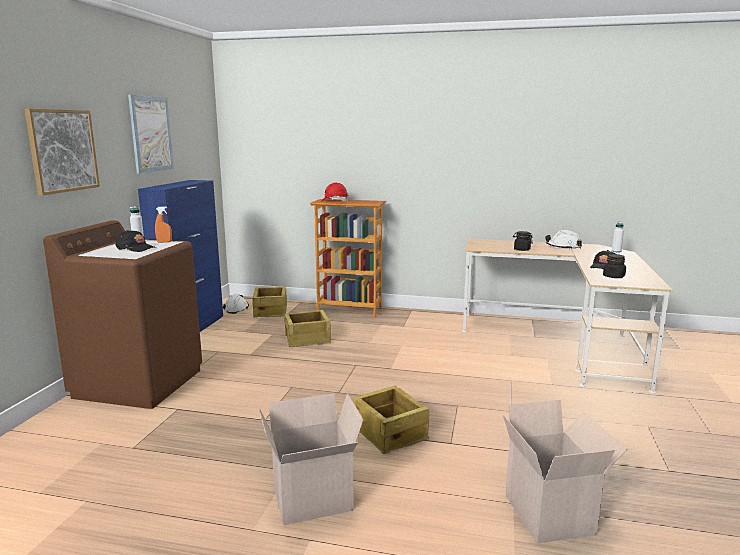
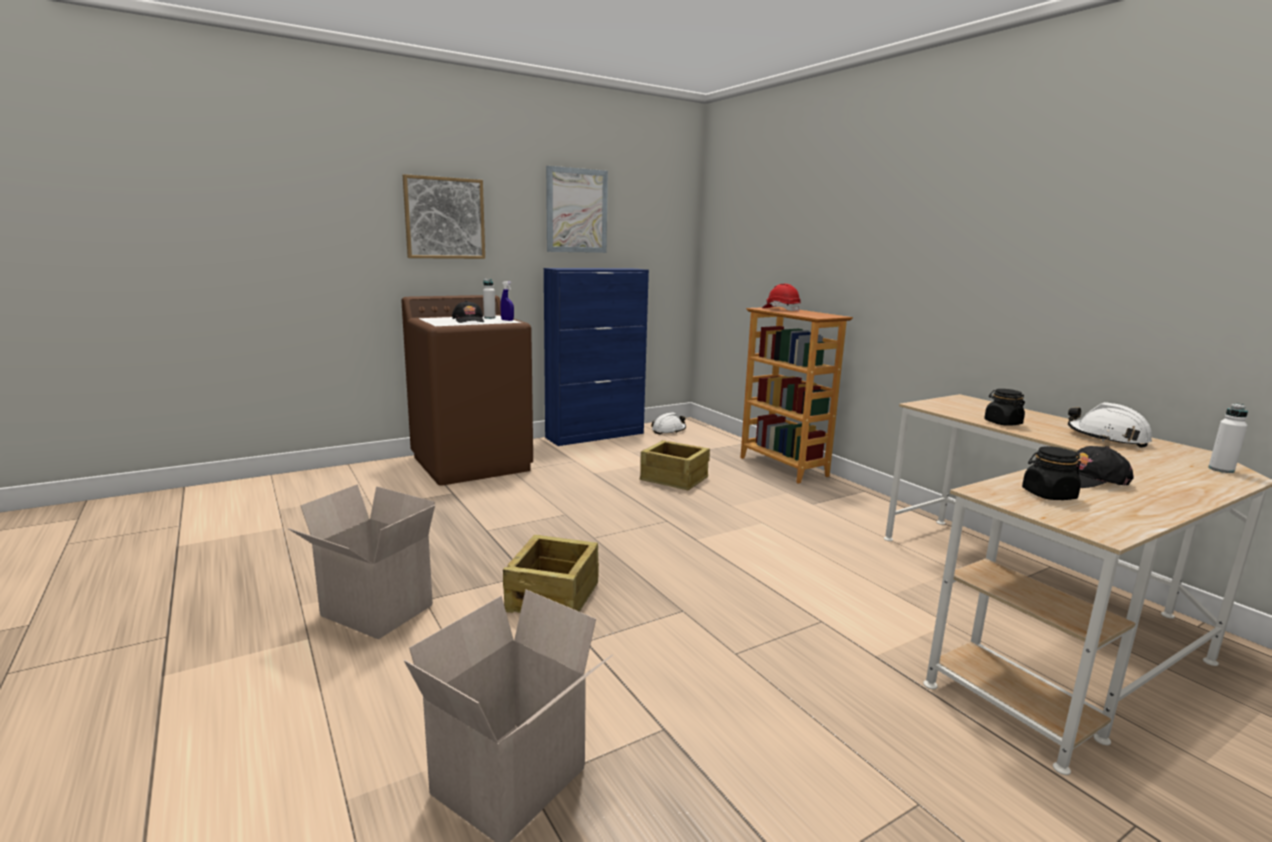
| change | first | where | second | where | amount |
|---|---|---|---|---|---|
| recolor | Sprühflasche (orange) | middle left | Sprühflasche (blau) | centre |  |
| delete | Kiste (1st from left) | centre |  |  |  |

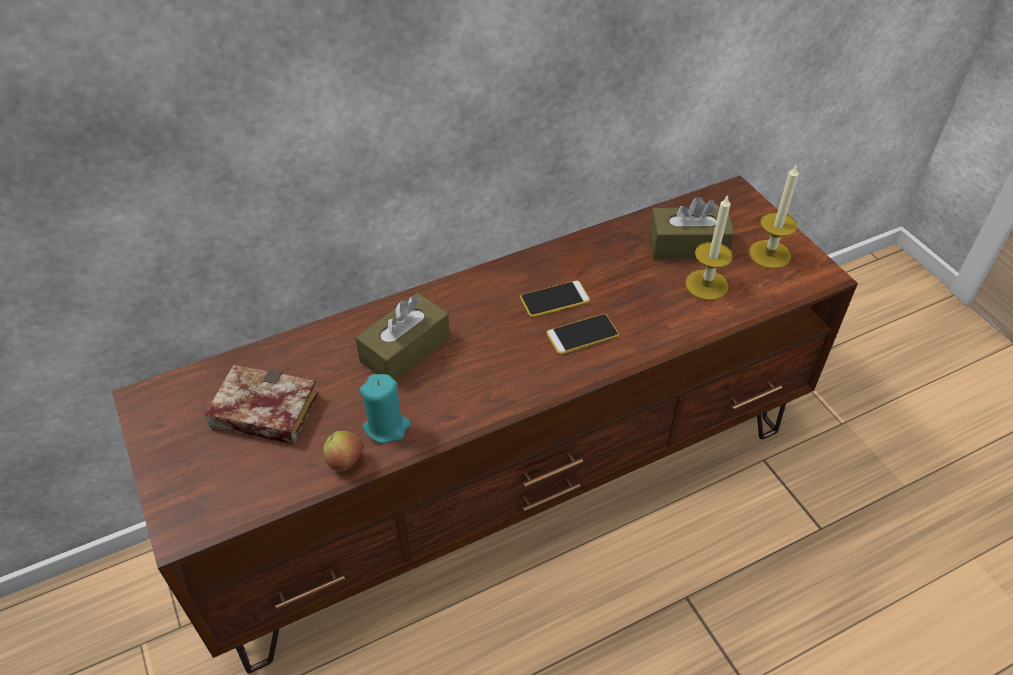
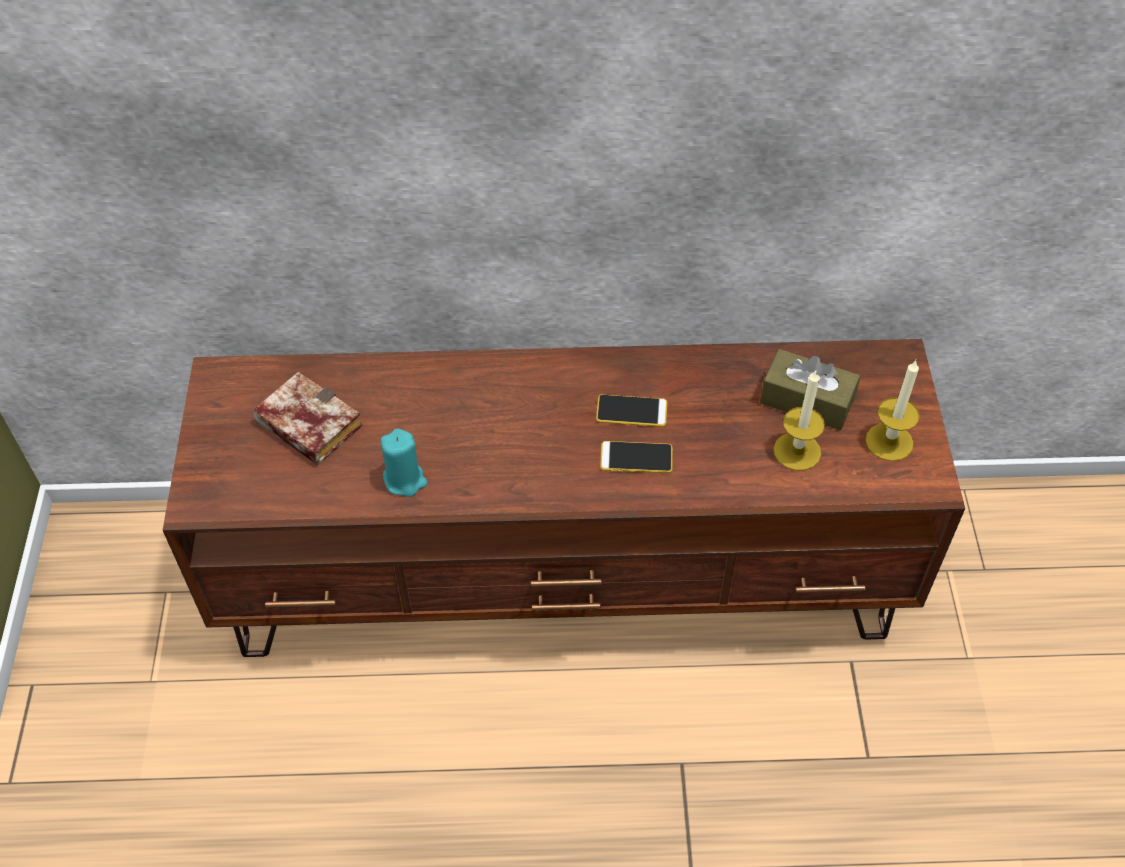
| change | first | where | second | where | amount |
|---|---|---|---|---|---|
| delete | Taschentuchbox (braun) (1st from left) | centre |  |  |  |
| delete | Apfel | bottom centre |  |  |  |

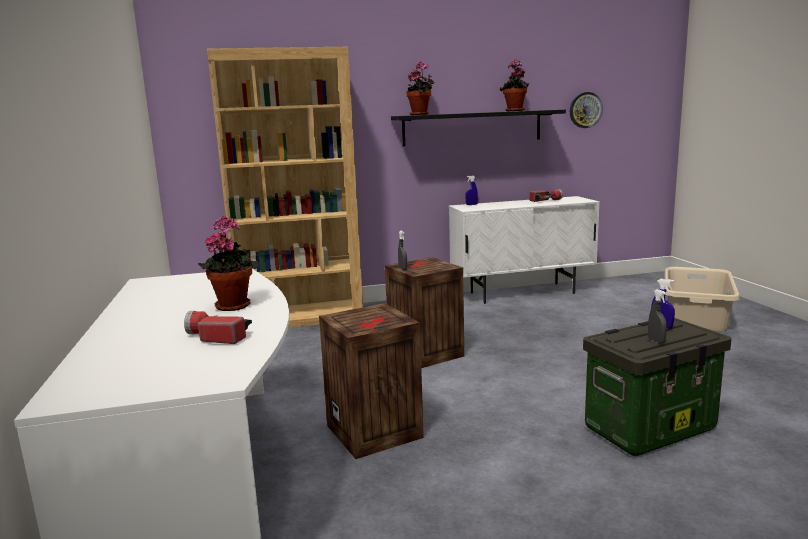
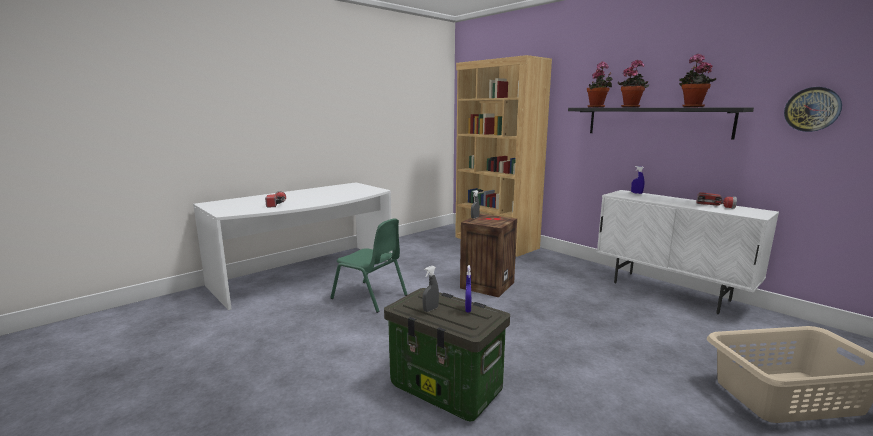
| change | first | where | second | where | amount |
|---|---|---|---|---|---|
| move | Topfpflanze (1st from left in the first image) | middle left | Topfpflanze (2nd from left) | top right |  |
| replace | Kiste (1st from left) | bottom centre | Stuhl (grün) | centre |  |

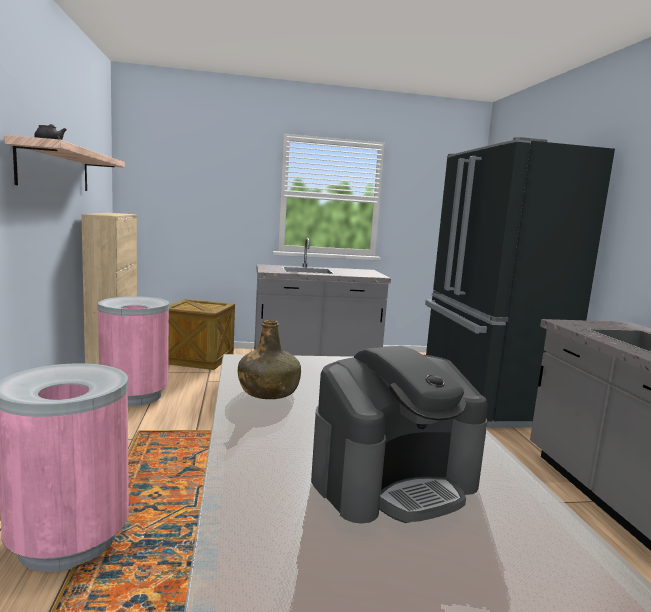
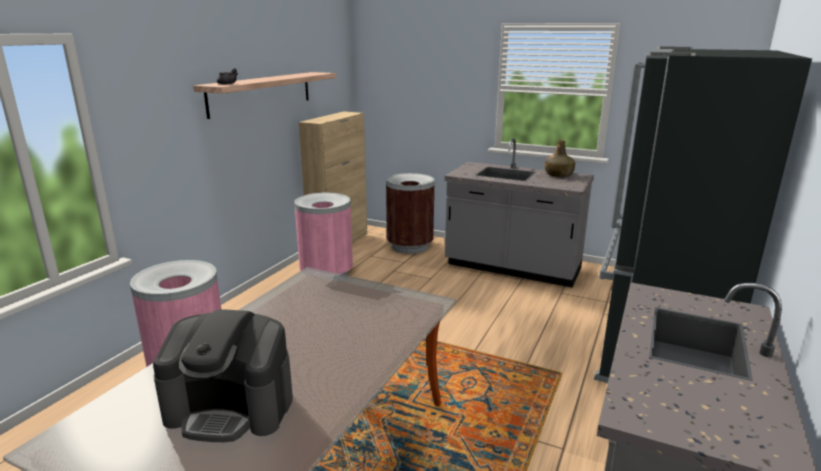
| change | first | where | second | where | amount |
|---|---|---|---|---|---|
| replace | Kiste | middle left | Mülleimer (braun) | centre |  |
| move | Flasche (grün) | centre |  | middle right |  |

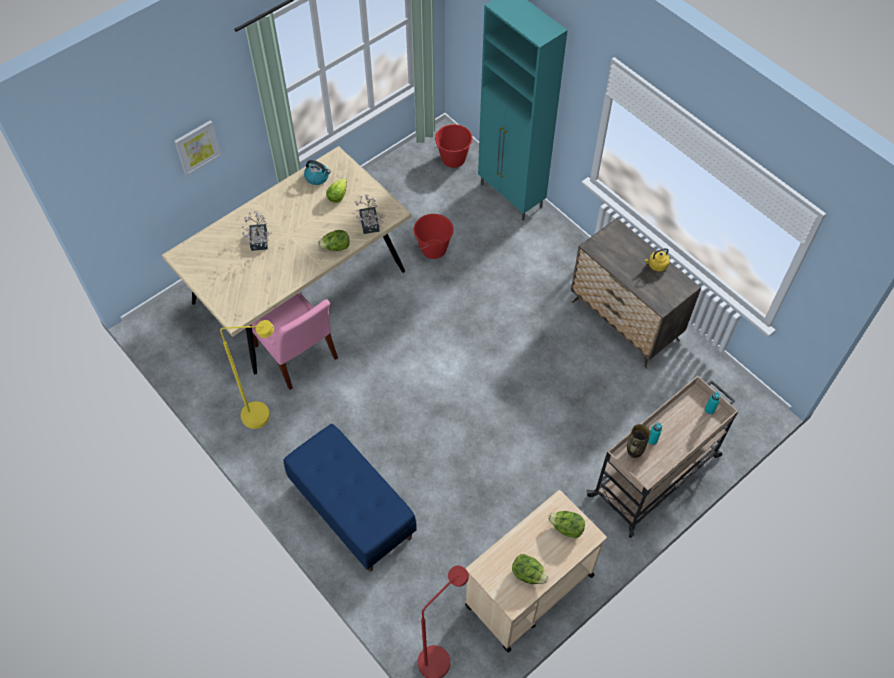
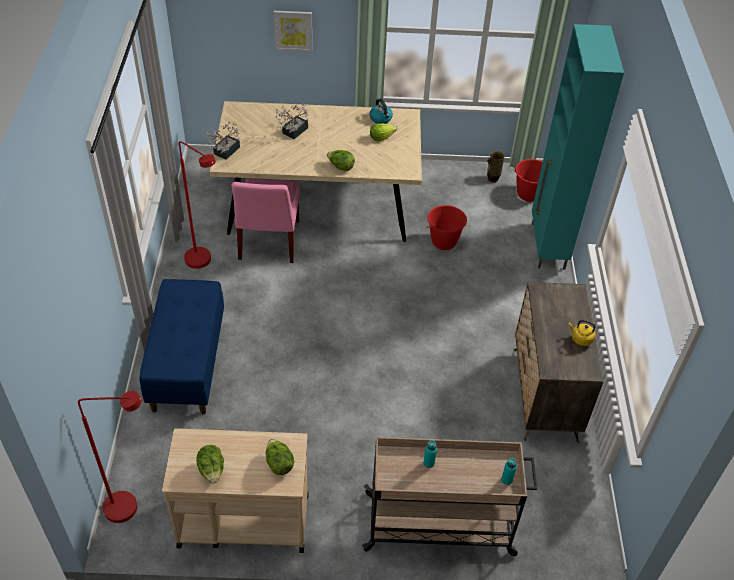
| change | first | where | second | where | amount |
|---|---|---|---|---|---|
| move | Topfpflanze (2nd from left in the first image) | top centre | Topfpflanze (1st from left) | top left |  |
| recolor | Stehlampe (gelb) | middle left | Stehlampe (rot) (2nd from left) | middle left |  |
| move | Vase | middle right |  | top right |  |

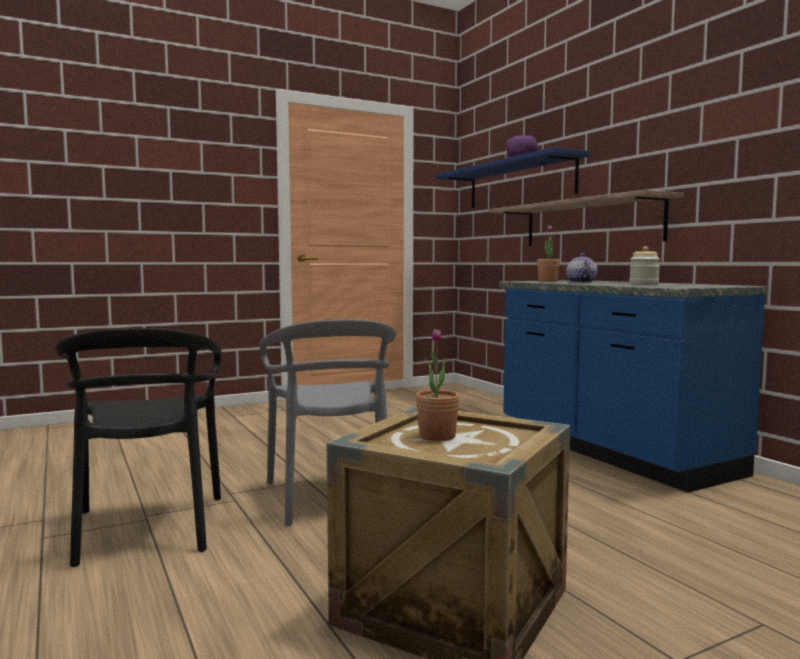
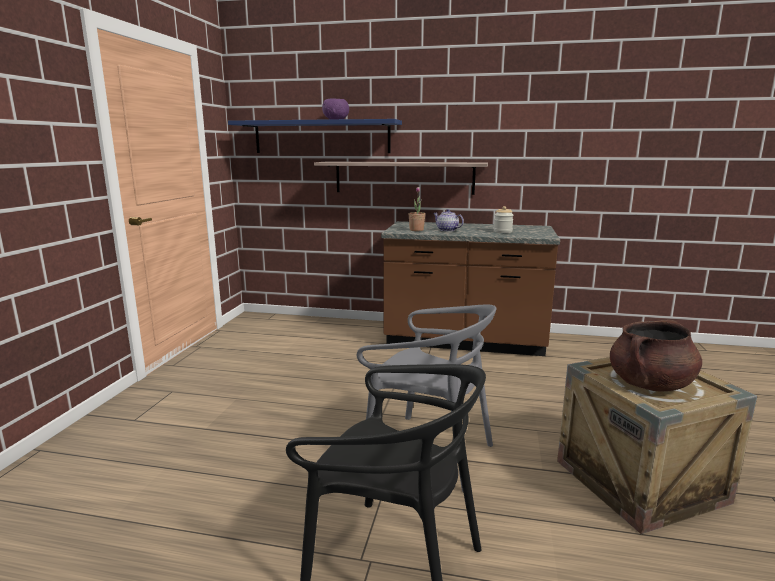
| change | first | where | second | where | amount |
|---|---|---|---|---|---|
| recolor | Küchenzeile (blau) | middle right | Küchenzeile (braun) | centre |  |
| replace | Topfpflanze (1st from left) | centre | Kochtopf (braun) | middle right |  |

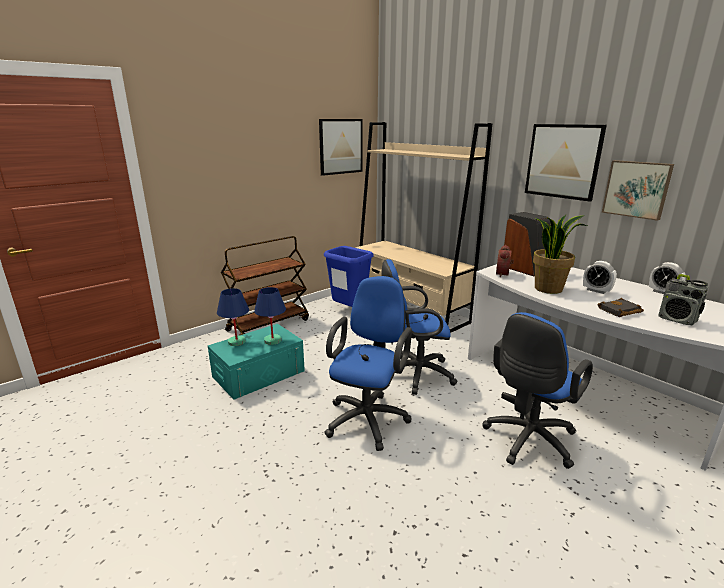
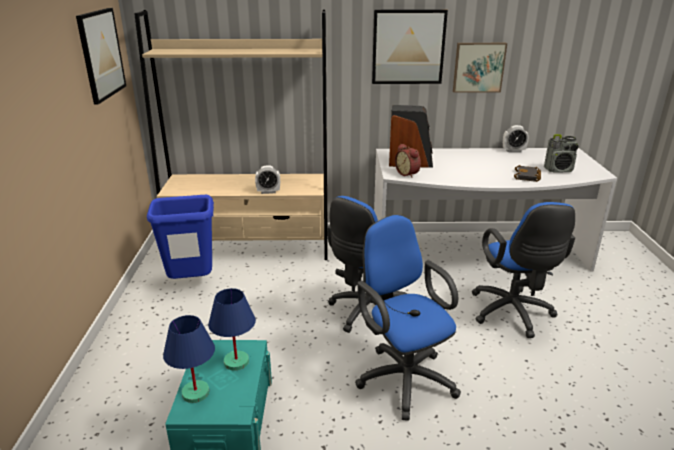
| change | first | where | second | where | amount |
|---|---|---|---|---|---|
| delete | Topfpflanze | middle right |  |  |  |
| delete | Rollwagen (braun) | centre |  |  |  |
| move | Wecker (2nd from left in the first image) | middle right | Wecker (1st from left) | centre |  |

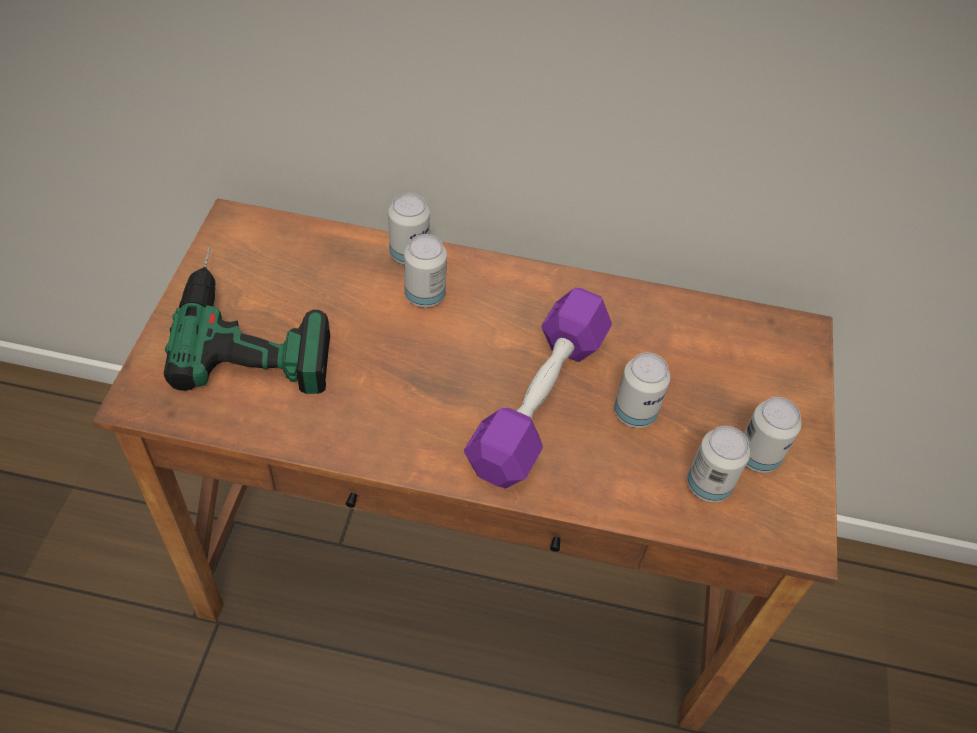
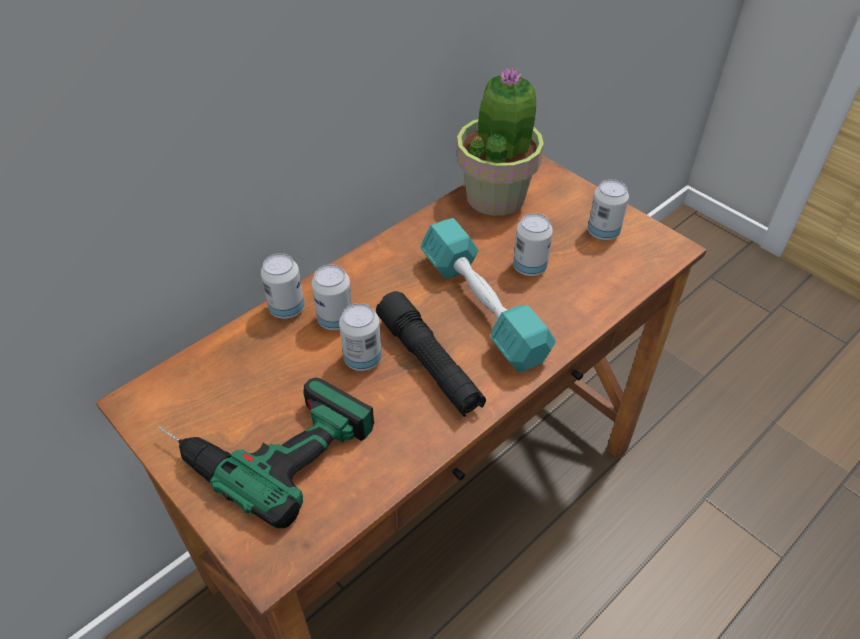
| change | first | where | second | where | amount |
|---|---|---|---|---|---|
| recolor | Hantel (lila) | centre | Hantel (türkis) | centre |  |
| move | Dose (4th from left in the first image) | middle right | Dose (3rd from left) | centre |  |
| insert |  |  | Topfpflanze | top centre |  |
| insert |  |  | Taschenlampe (schwarz) | centre |  |

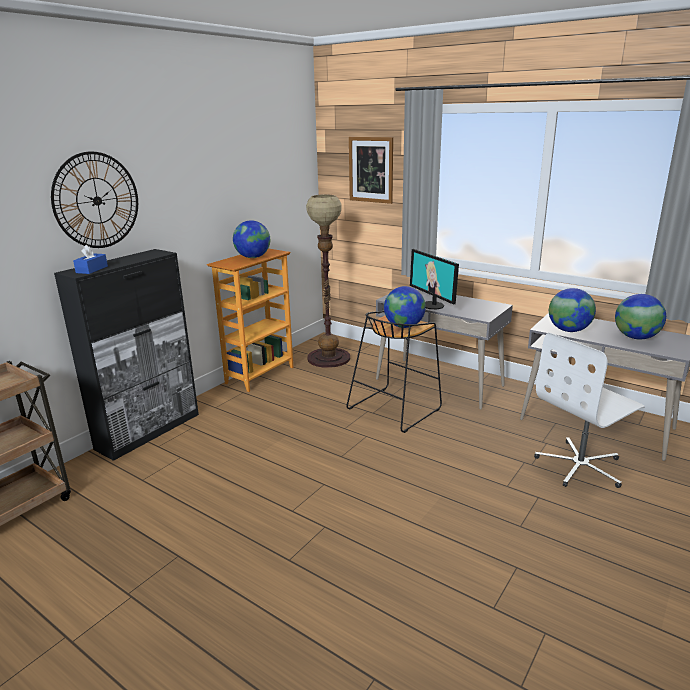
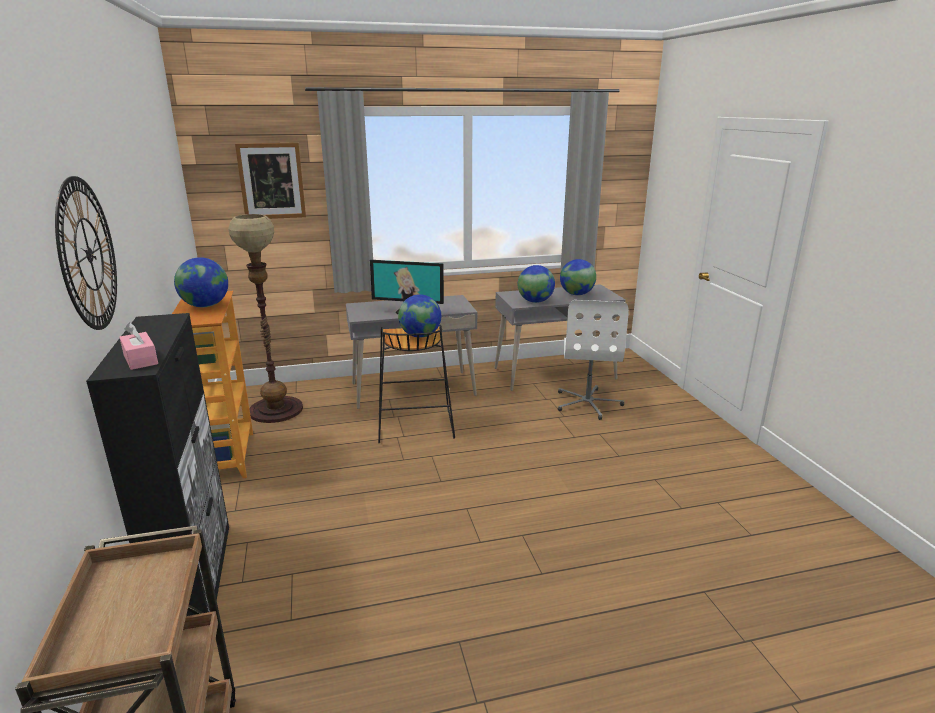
| change | first | where | second | where | amount |
|---|---|---|---|---|---|
| recolor | Taschentuchbox (blau) | middle left | Taschentuchbox (rosa) | middle left |  |

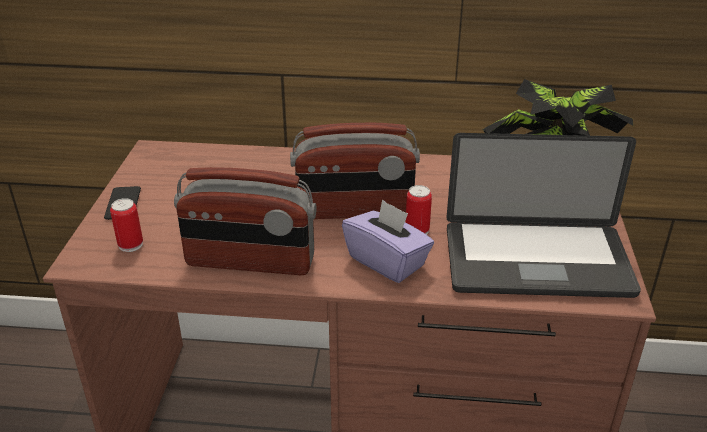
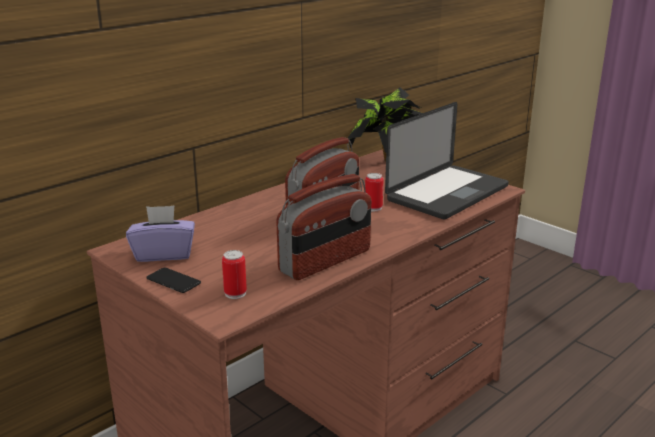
| change | first | where | second | where | amount |
|---|---|---|---|---|---|
| move | Taschentuchbox (lila) | centre |  | middle left |  |

